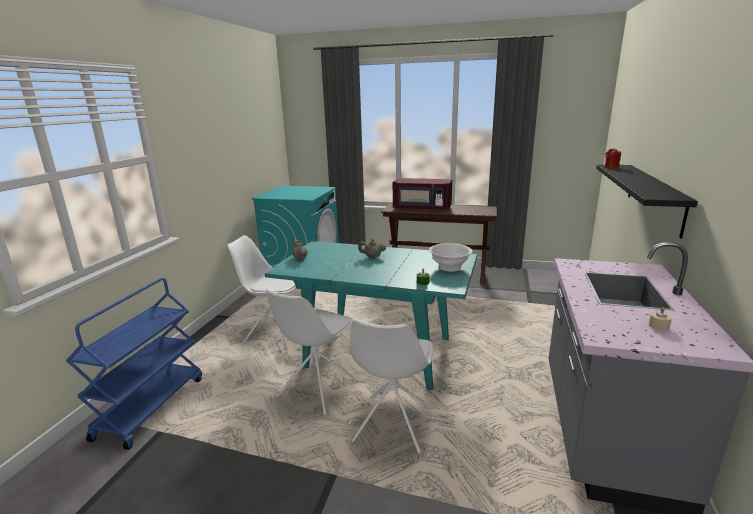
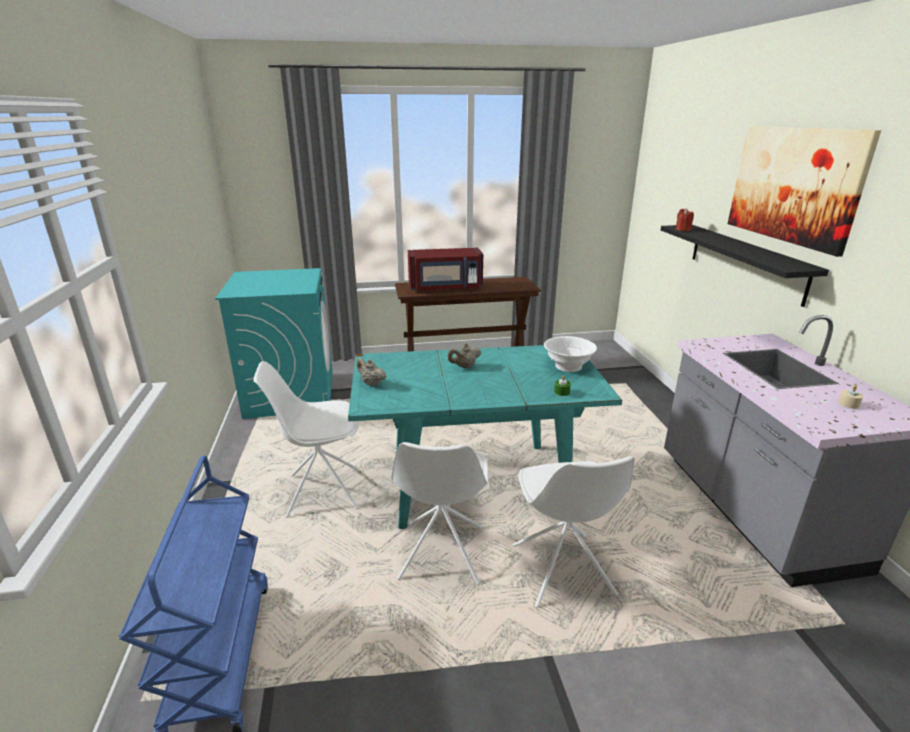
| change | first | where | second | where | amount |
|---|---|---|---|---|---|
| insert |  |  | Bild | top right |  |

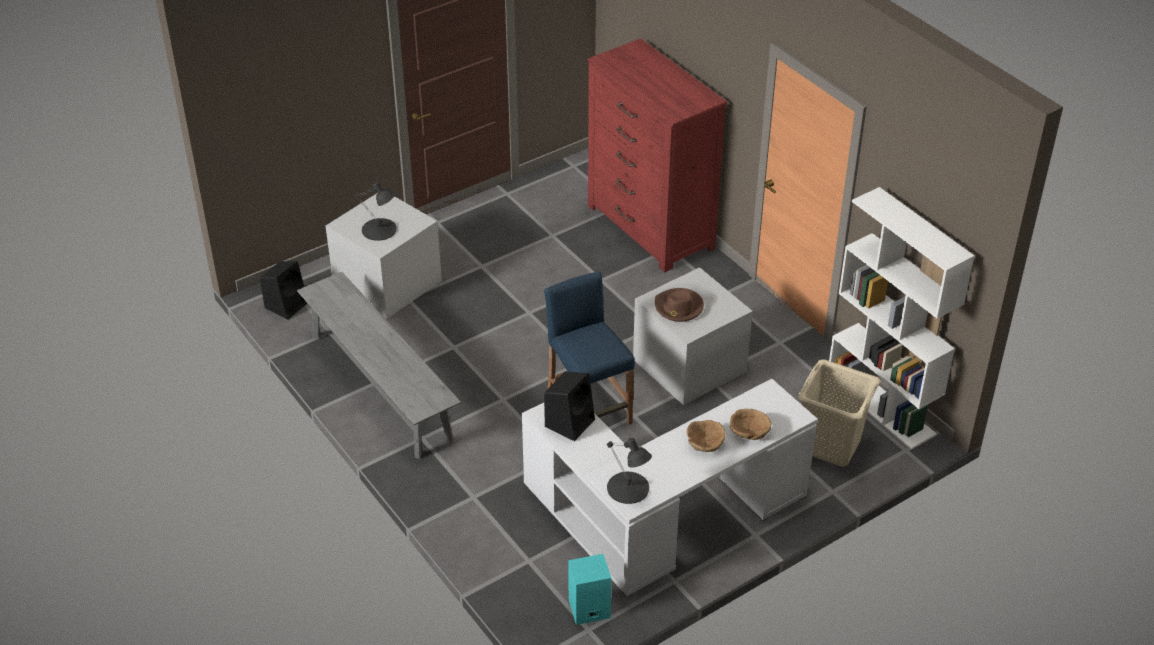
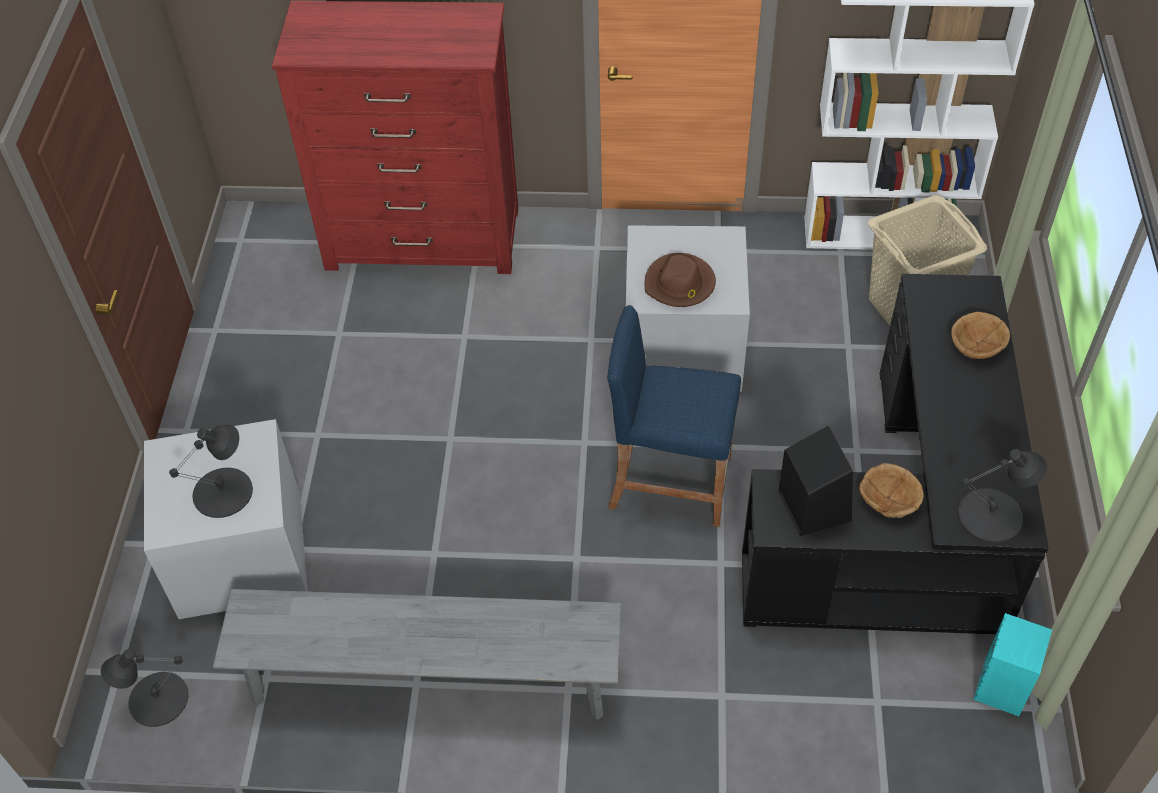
| change | first | where | second | where | amount |
|---|---|---|---|---|---|
| replace | Lautsprecher (schwarz) (1st from left) | middle left | Tischlampe (schwarz) (1st from left) | bottom left |  |
| recolor | Schreibtisch (weiß) | bottom centre | Schreibtisch (schwarz) | middle right |  |
| move | Schüssel (braun) (1st from left) | bottom centre |  | middle right |  |

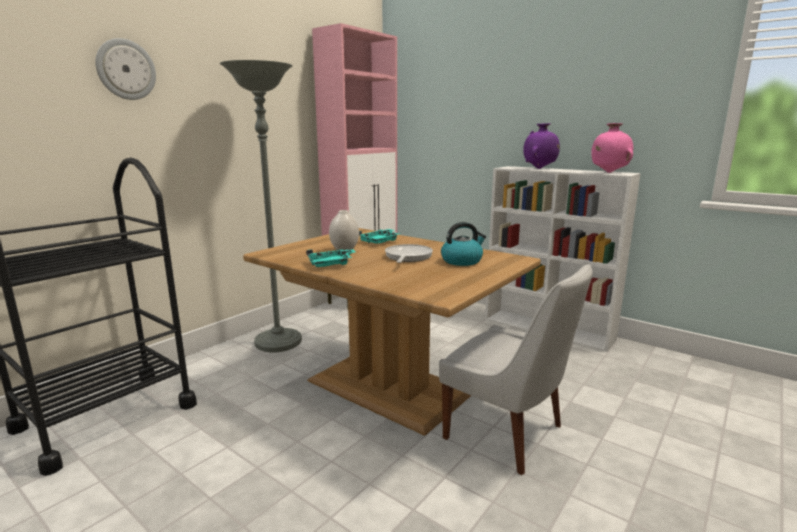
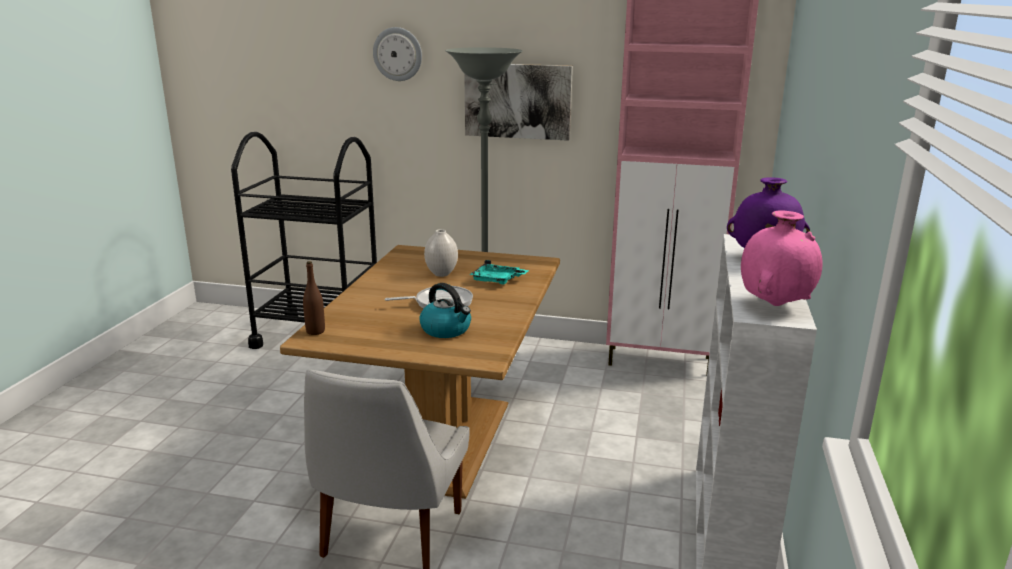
| change | first | where | second | where | amount |
|---|---|---|---|---|---|
| delete | Tablett (türkis) (1st from left) | centre |  |  |  |
| insert |  |  | Bild | top centre |  |
| insert |  |  | Flasche (braun) | middle left |  |

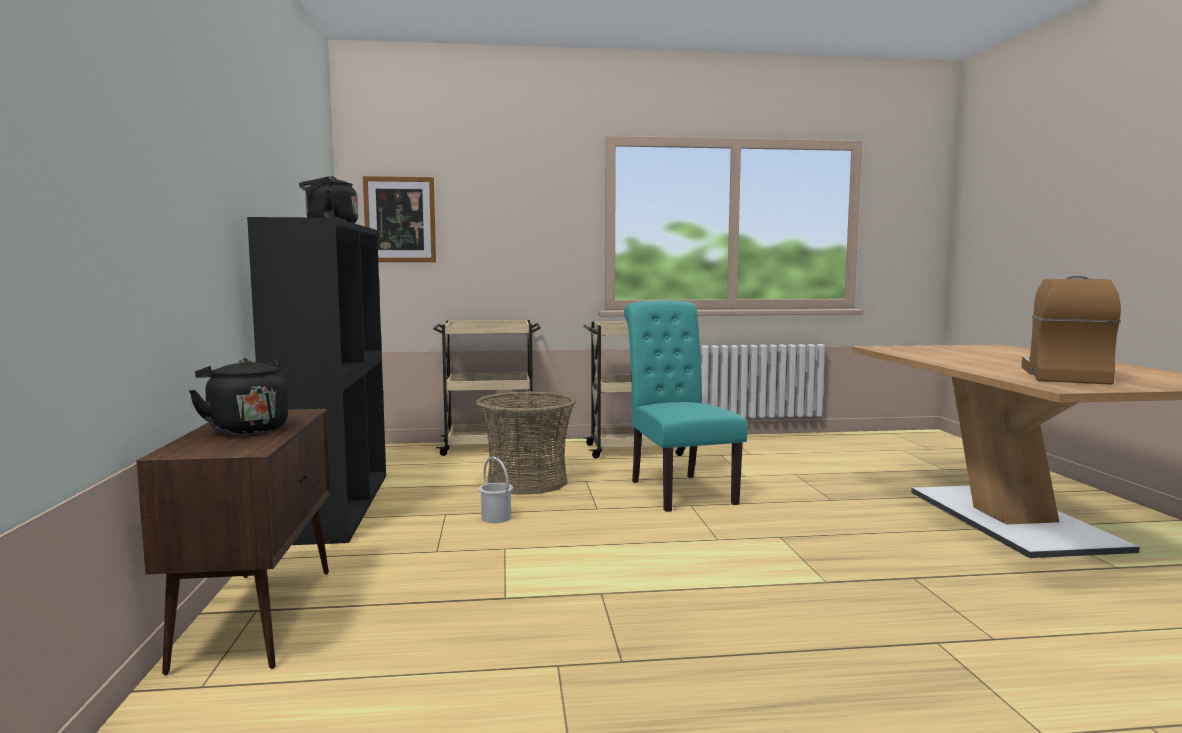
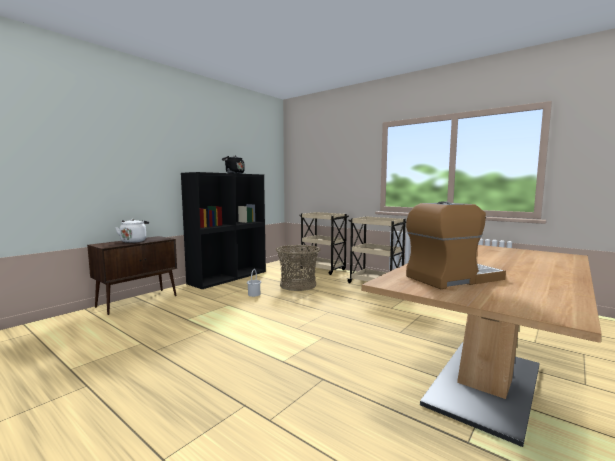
| change | first | where | second | where | amount |
|---|---|---|---|---|---|
| delete | Bild | top centre |  |  |  |
| delete | Stuhl (türkis) | centre |  |  |  |
| recolor | Wasserkessel (schwarz) (1st from left) | middle left | Wasserkessel (weiß) | middle left |  |

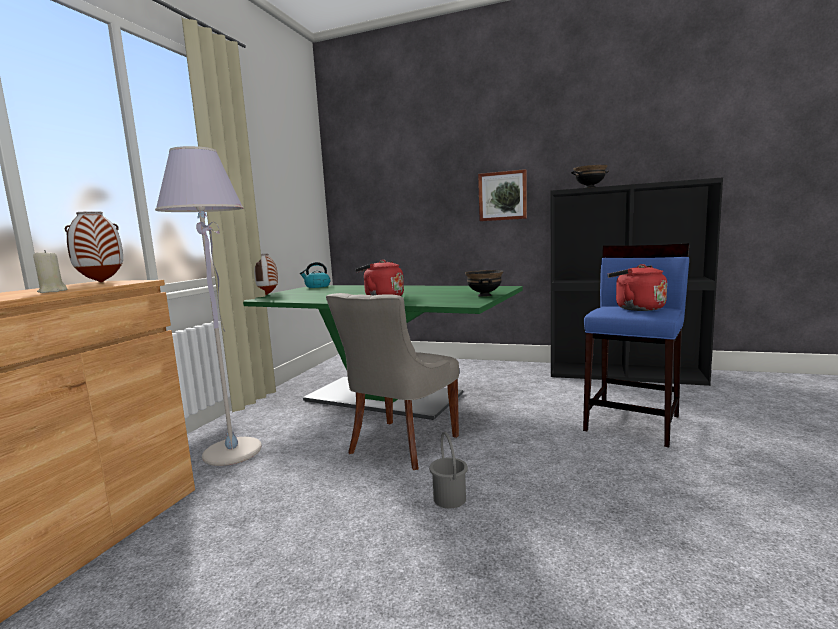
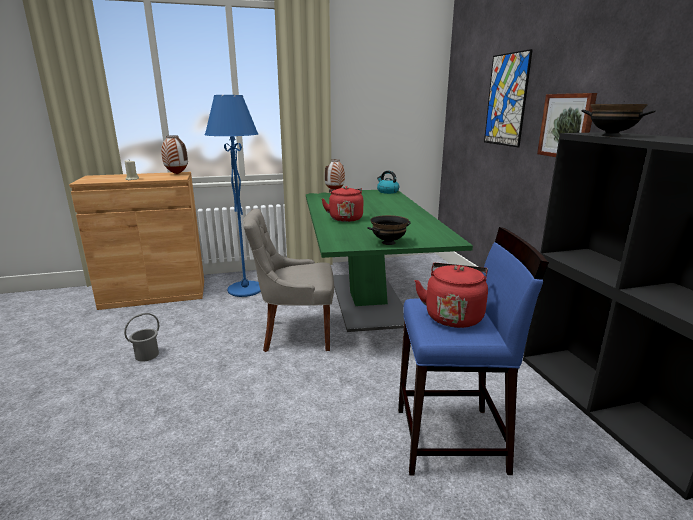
| change | first | where | second | where | amount |
|---|---|---|---|---|---|
| recolor | Stehlampe (grau) | middle left | Stehlampe (blau) | centre |  |
| move | Eimer (grau) | bottom centre |  | middle left |  |
| insert |  |  | Bild (1st from left) | top right |  |

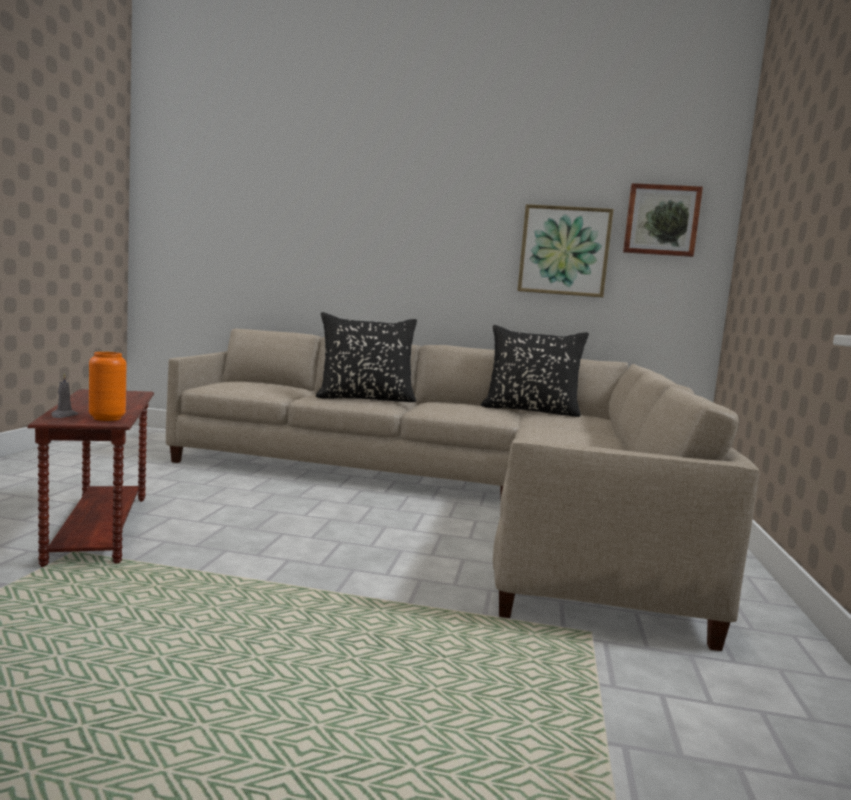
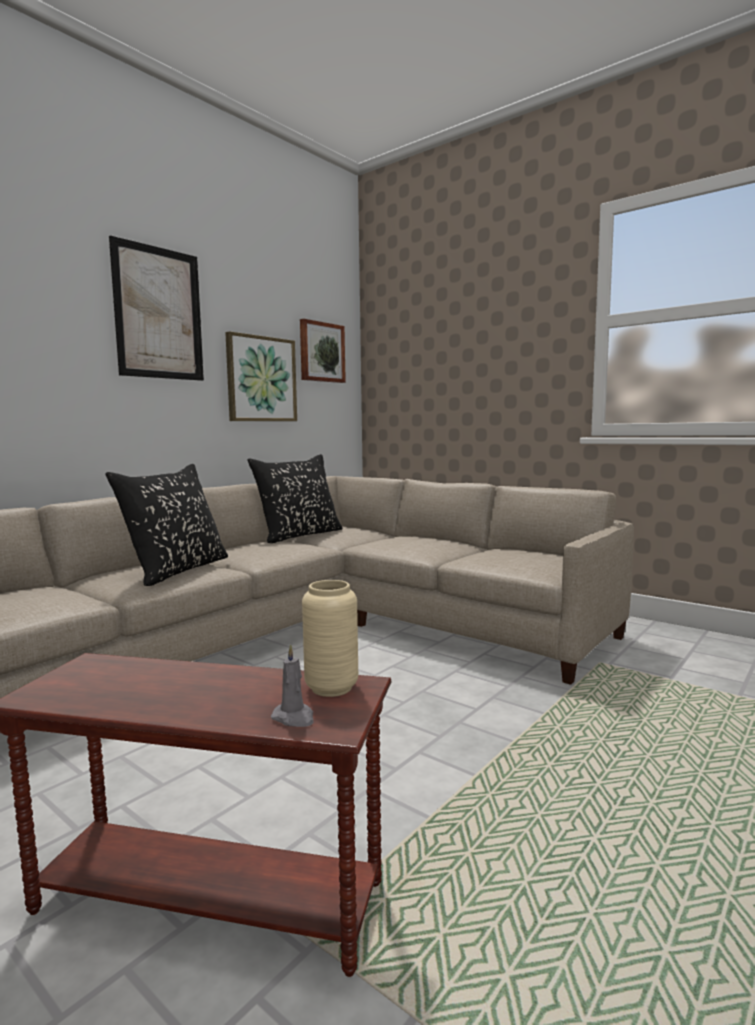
| change | first | where | second | where | amount |
|---|---|---|---|---|---|
| recolor | Vase (orange) | middle left | Vase (beige) | centre |  |
| insert |  |  | Bild (1st from left) | top left |  |

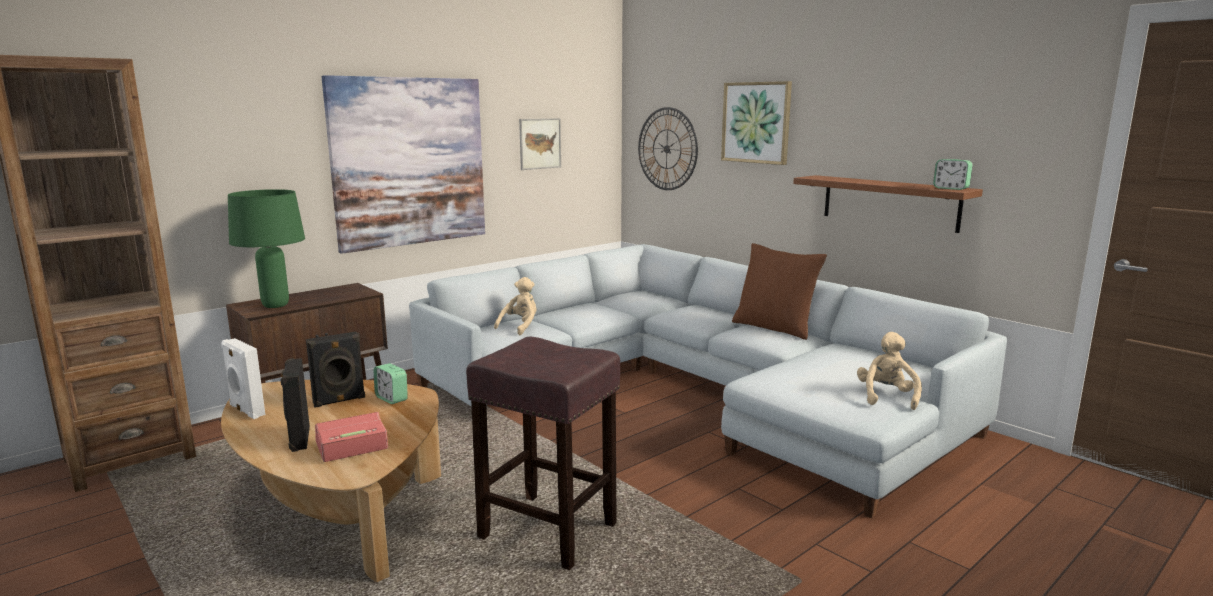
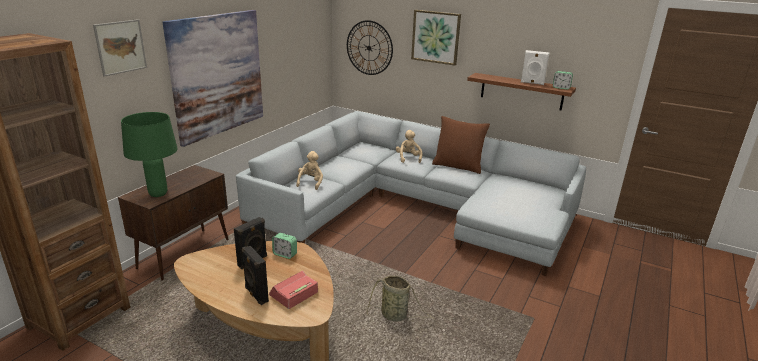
| change | first | where | second | where | amount |
|---|---|---|---|---|---|
| move | Bild (2nd from left in the first image) | top centre | Bild (1st from left) | top left |  |
| move | Plüschtier (beige) (2nd from left) | middle right |  | centre |  |
| replace | Hocker (braun) | bottom centre | Korb | bottom centre |  |
| move | Lautsprecher (weiß) | middle left |  | top right |  |

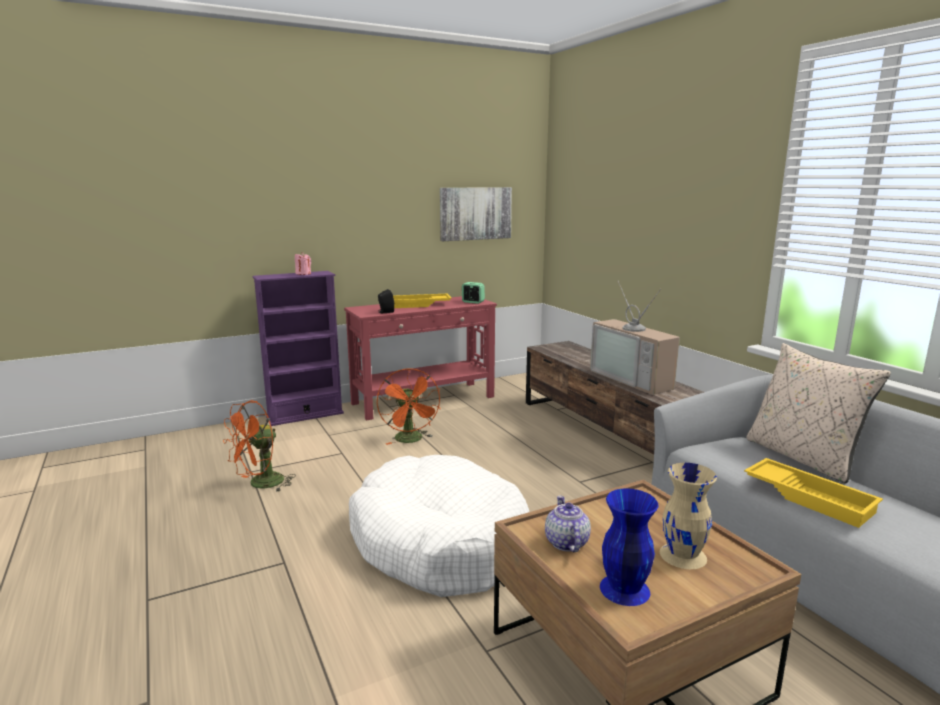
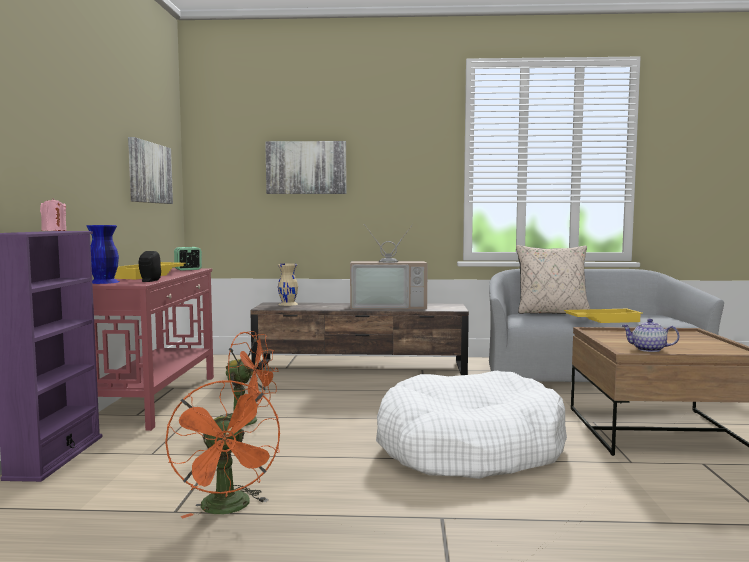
| change | first | where | second | where | amount |
|---|---|---|---|---|---|
| move | Vase (beige) | bottom right |  | centre |  |
| move | Vase (blau) | bottom right |  | middle left |  |
| insert |  |  | Bild (2nd from left) | top centre |  |

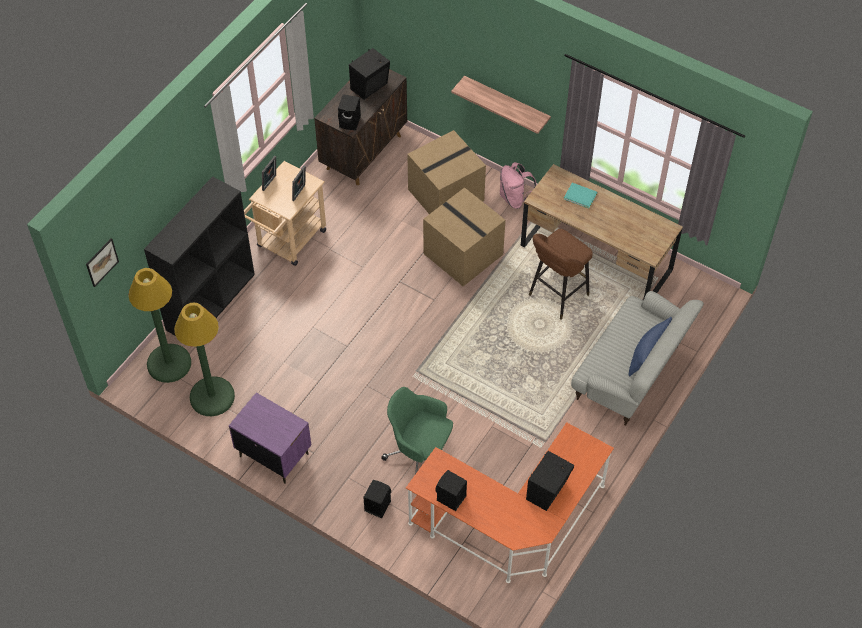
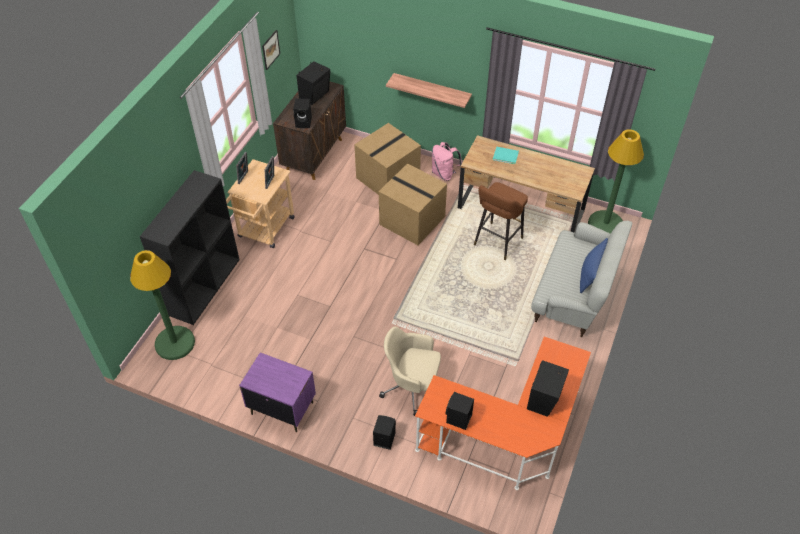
| change | first | where | second | where | amount |
|---|---|---|---|---|---|
| move | Bild | middle left |  | top centre |  |
| move | Stehlampe (grün) (2nd from left) | middle left |  | middle right |  |
| recolor | Bürostuhl (grün) | bottom centre | Bürostuhl (beige) | bottom centre |  |

